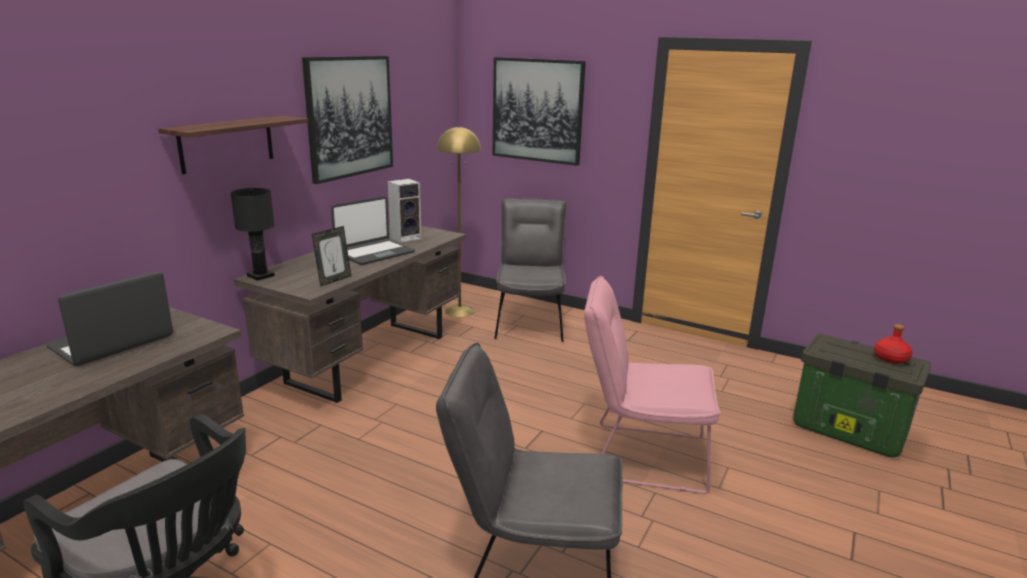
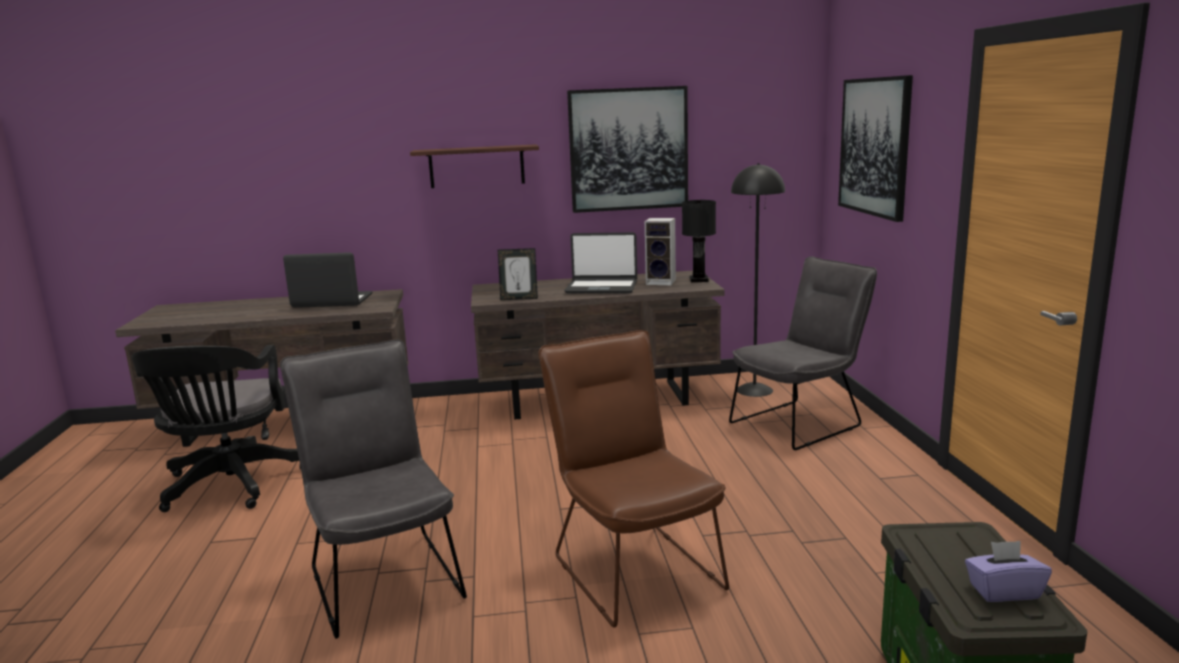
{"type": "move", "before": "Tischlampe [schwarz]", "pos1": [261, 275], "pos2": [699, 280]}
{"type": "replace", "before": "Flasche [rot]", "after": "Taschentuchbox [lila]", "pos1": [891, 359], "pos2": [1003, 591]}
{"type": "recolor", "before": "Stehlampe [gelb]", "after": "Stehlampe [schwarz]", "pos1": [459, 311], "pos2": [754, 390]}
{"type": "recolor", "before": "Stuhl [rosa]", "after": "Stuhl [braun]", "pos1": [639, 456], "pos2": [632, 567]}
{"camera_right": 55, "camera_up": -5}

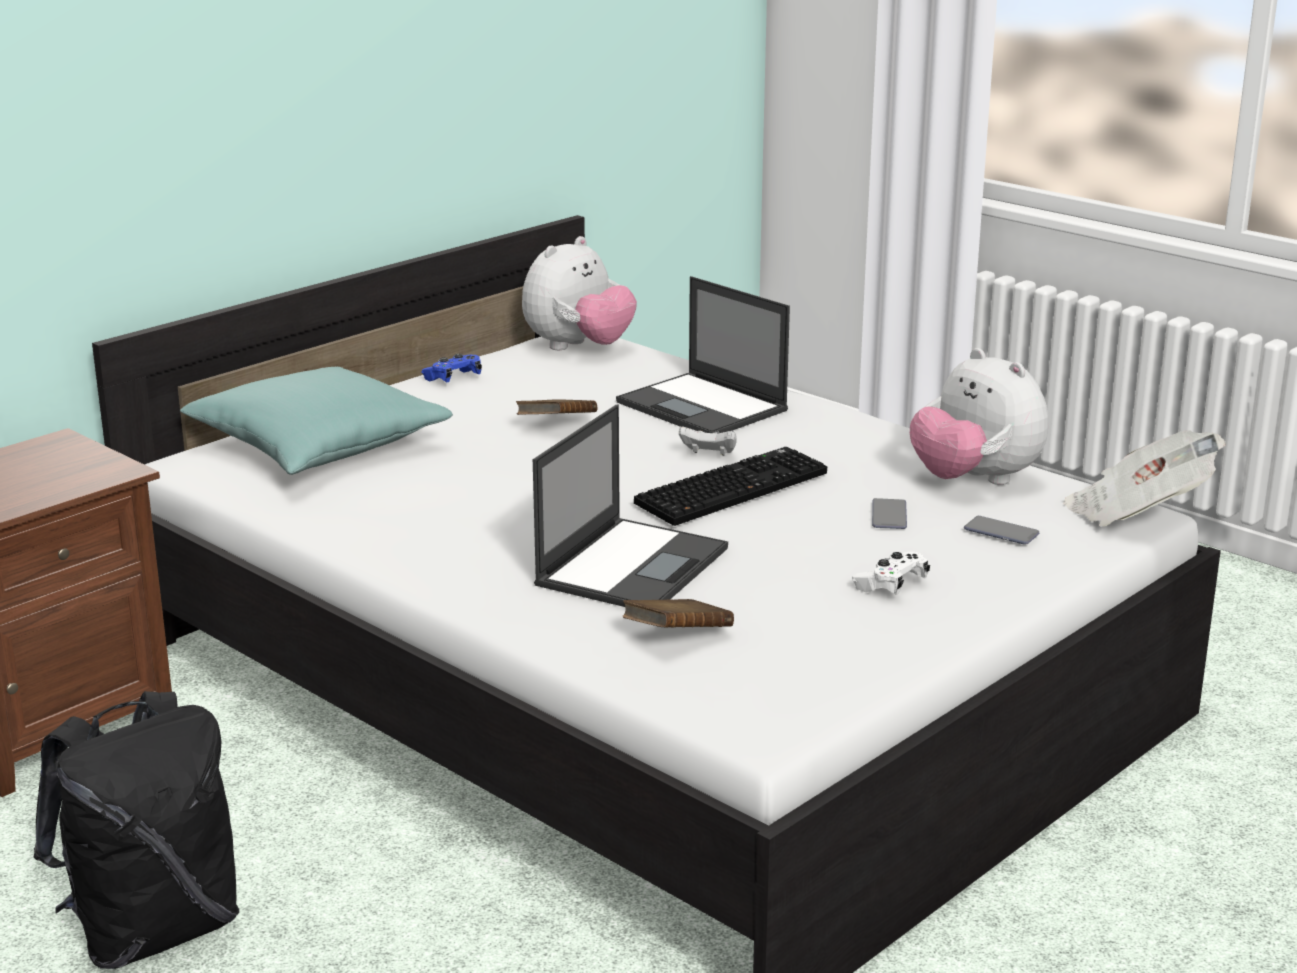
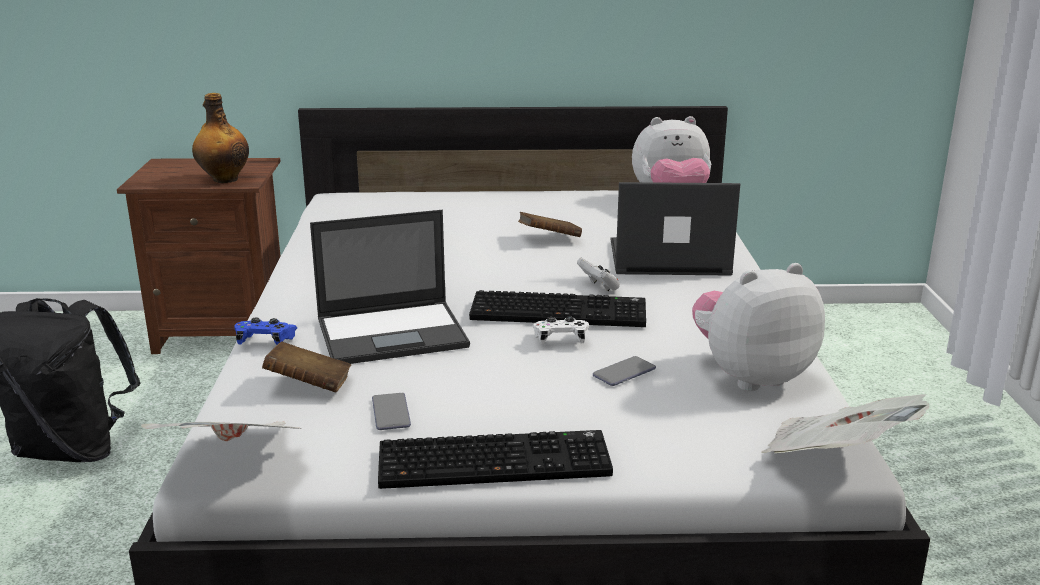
{"type": "delete", "before": "Kissen [türkis]", "pos1": [318, 448]}
{"type": "insert", "after": "Zeitung", "pos2": [234, 461]}
{"type": "insert", "after": "Flasche", "pos2": [224, 179]}
{"type": "insert", "after": "Tastatur", "pos2": [496, 460]}
{"type": "move", "before": "Gamepad [blau]", "pos1": [453, 378], "pos2": [266, 342]}
{"type": "move", "before": "Gamepad [weiß]", "pos1": [891, 585], "pos2": [560, 340]}
{"type": "move", "before": "Handy", "pos1": [1001, 532], "pos2": [391, 413]}
{"type": "rotate", "before": "Laptop", "pos1": [703, 407], "pos2": [667, 258], "turn": 90}
{"type": "rotate", "before": "Plüschtier", "pos1": [974, 481], "pos2": [750, 376], "turn": 60}
{"camera_right": 45, "camera_up": 0}

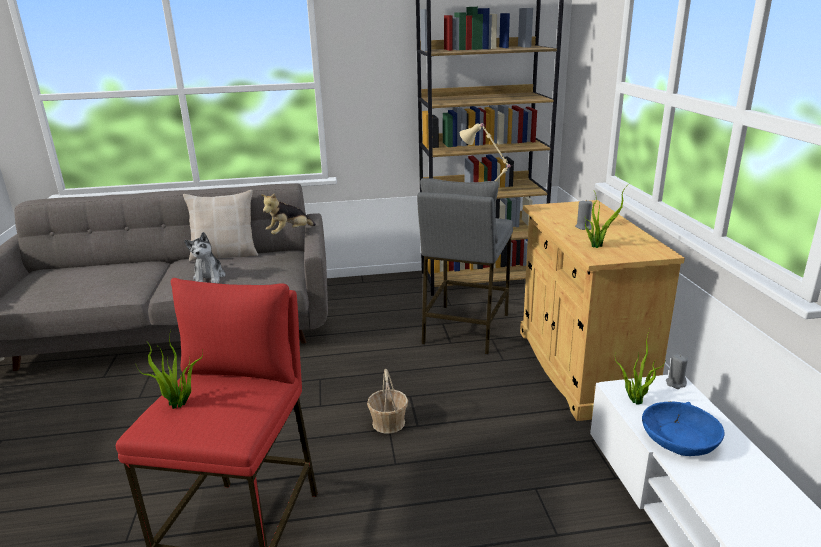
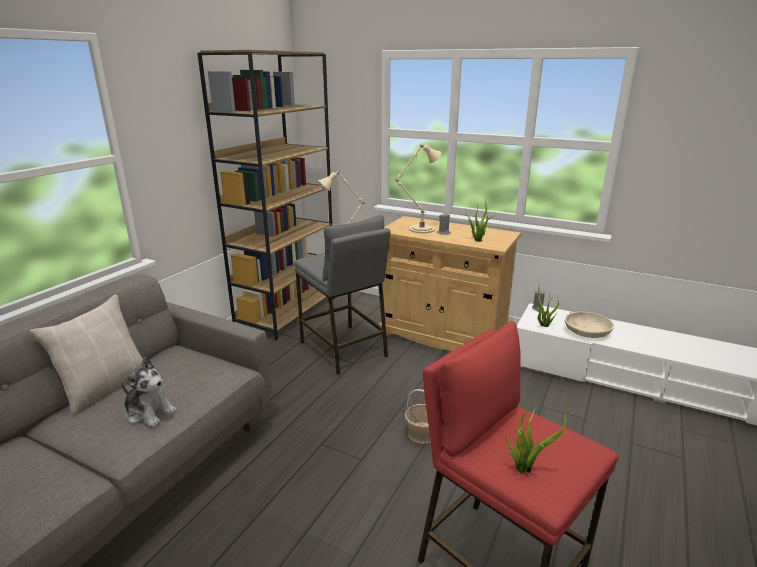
{"type": "delete", "before": "Plüschtier", "pos1": [289, 233]}
{"type": "insert", "after": "Tischlampe [beige]", "pos2": [419, 229]}
{"type": "recolor", "before": "Schüssel [blau]", "after": "Schüssel [beige]", "pos1": [679, 438], "pos2": [586, 331]}
{"camera_right": -55, "camera_up": 0}

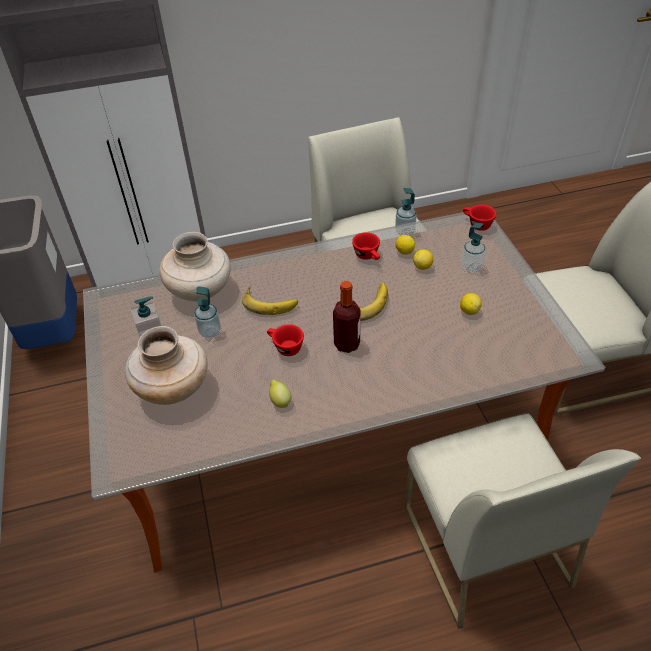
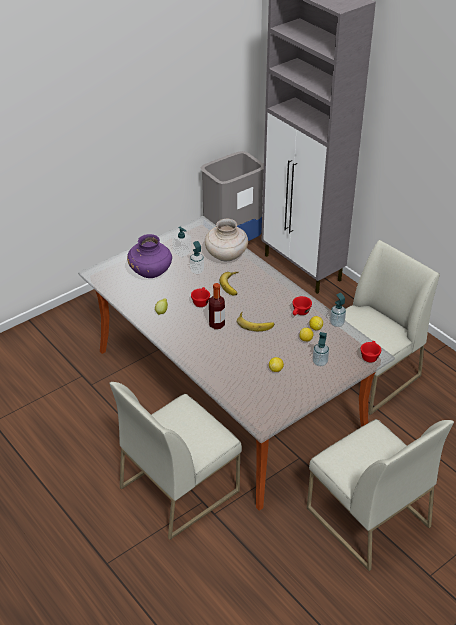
{"type": "recolor", "before": "Vase [beige]", "after": "Vase [lila]", "pos1": [173, 388], "pos2": [151, 272]}
{"camera_right": 65, "camera_up": -5}

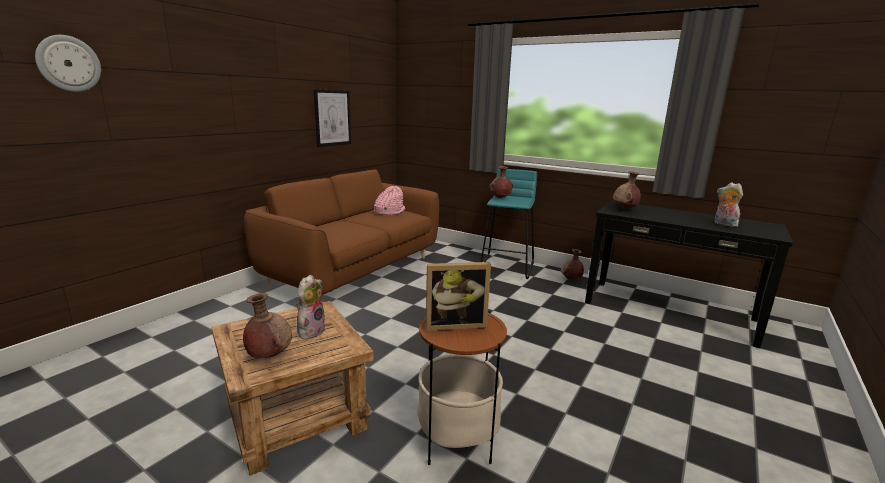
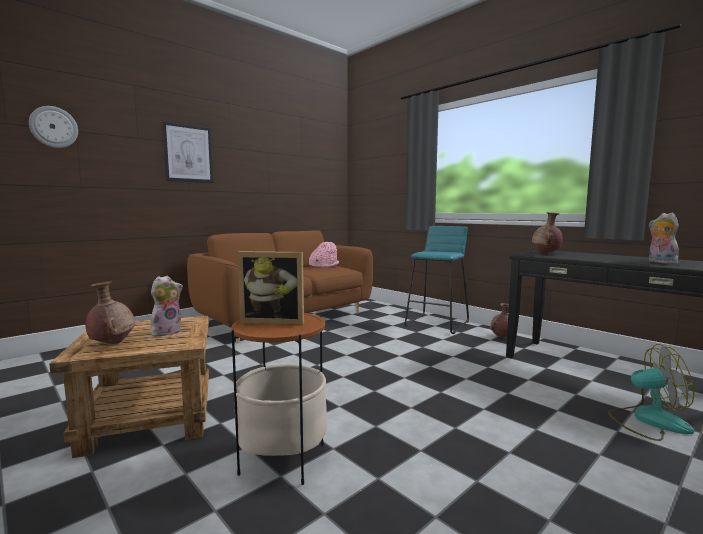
{"type": "delete", "before": "Vase [braun]", "pos1": [500, 198]}
{"type": "insert", "after": "Ventilator", "pos2": [648, 421]}
{"type": "move", "before": "Bild", "pos1": [332, 118], "pos2": [188, 153]}
{"camera_right": 15, "camera_up": -10}

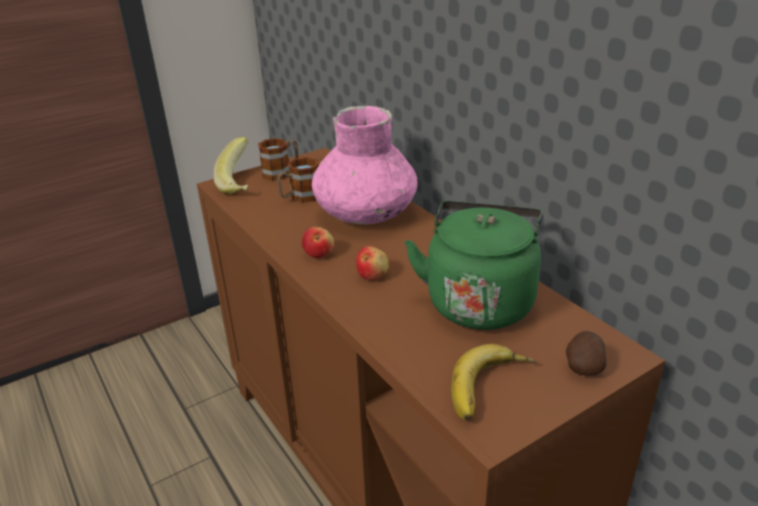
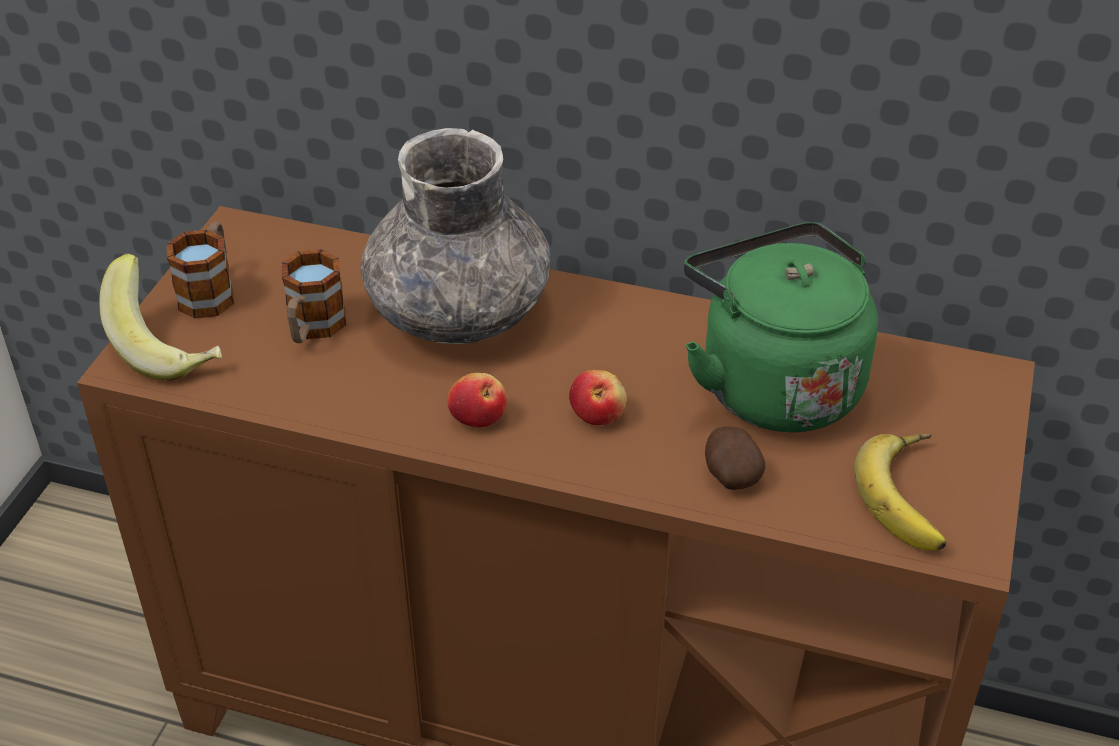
{"type": "move", "before": "Kartoffel", "pos1": [583, 366], "pos2": [730, 475]}
{"type": "recolor", "before": "Vase [rosa]", "after": "Vase [grau]", "pos1": [365, 214], "pos2": [459, 313]}
{"camera_right": -40, "camera_up": 10}

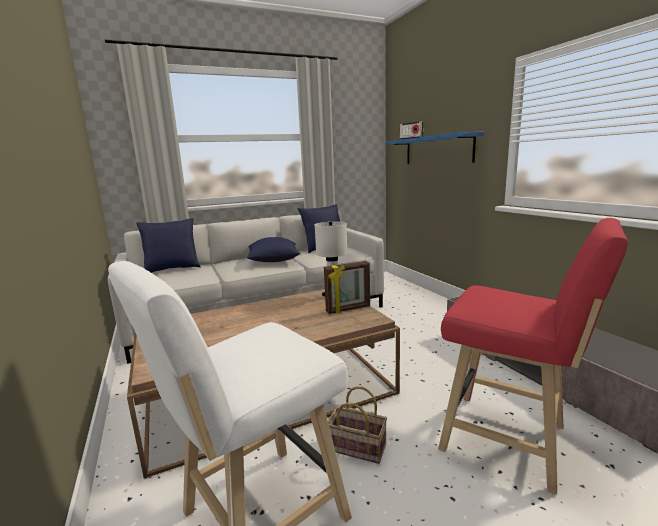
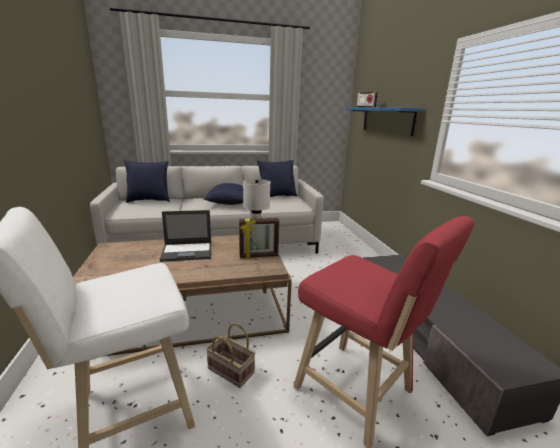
{"type": "insert", "after": "Laptop", "pos2": [188, 251]}
{"camera_right": 10, "camera_up": 5}

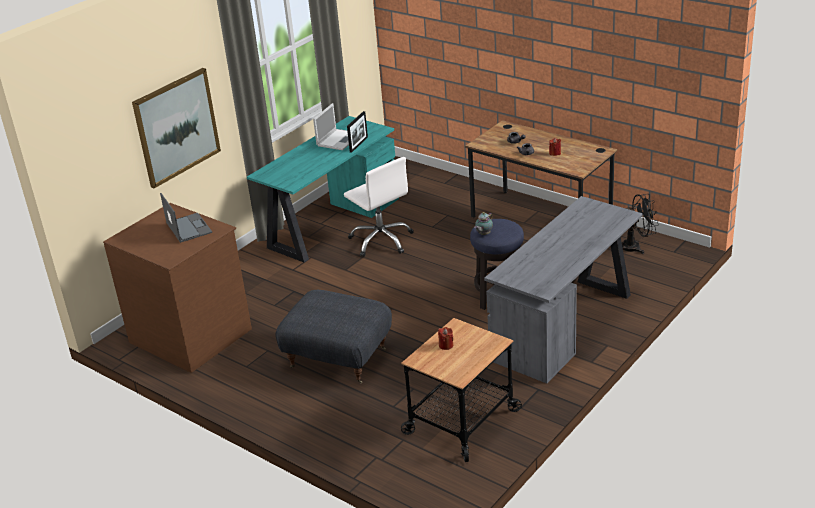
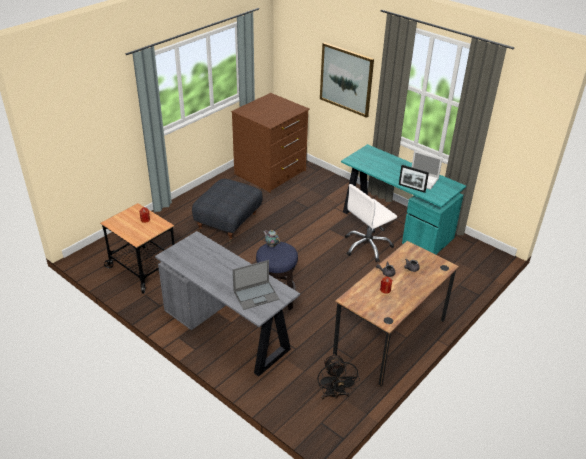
{"type": "move", "before": "Laptop", "pos1": [188, 227], "pos2": [256, 295]}
{"camera_right": 90, "camera_up": 5}

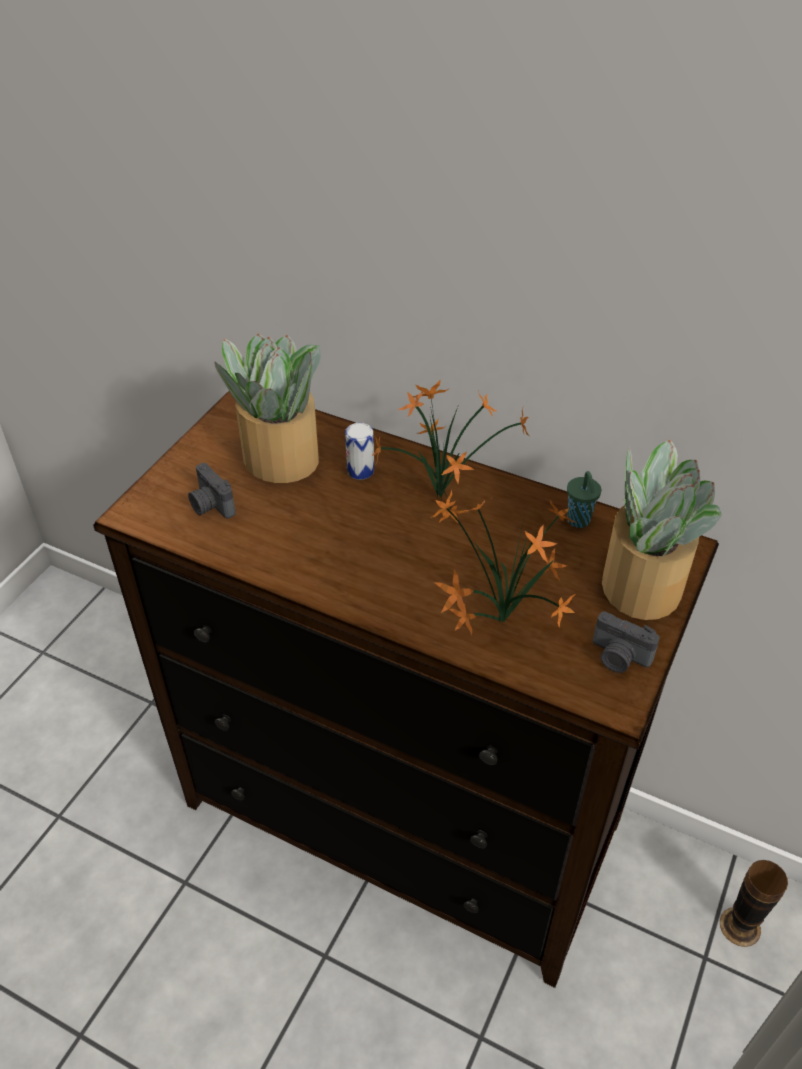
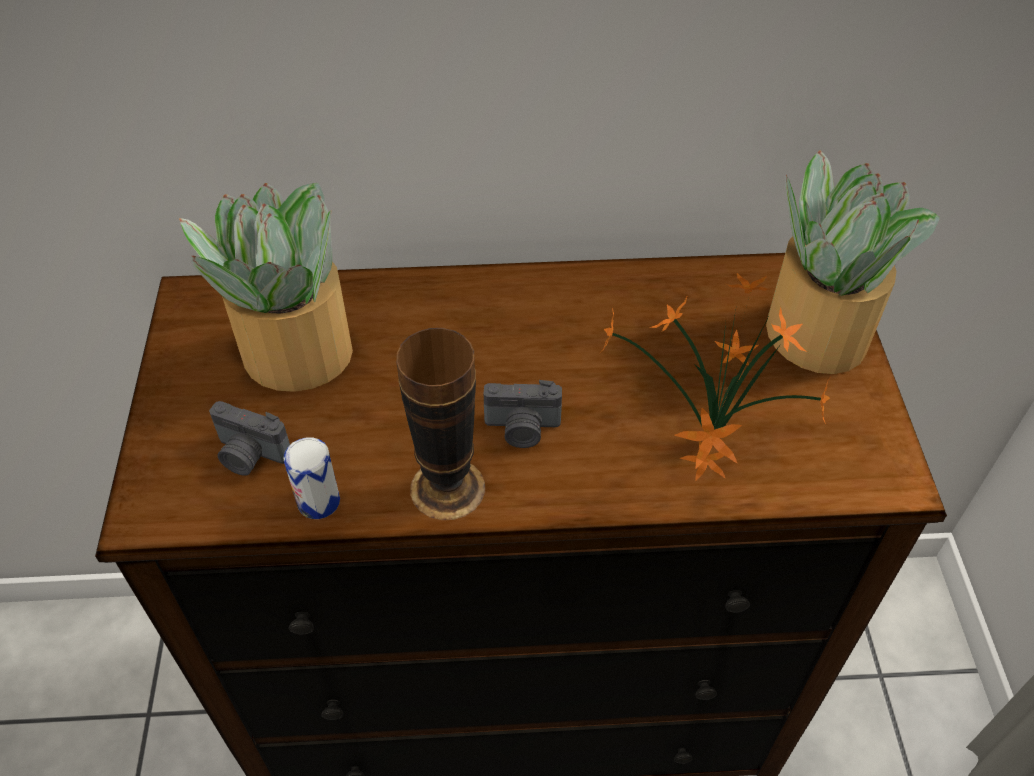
{"type": "delete", "before": "Topfpflanze", "pos1": [440, 495]}
{"type": "delete", "before": "Tasse [grün]", "pos1": [579, 521]}
{"type": "move", "before": "Dose", "pos1": [360, 470], "pos2": [318, 501]}
{"type": "move", "before": "Kamera", "pos1": [618, 657], "pos2": [522, 429]}
{"type": "move", "before": "Vase", "pos1": [740, 926], "pos2": [447, 488]}
{"camera_right": -30, "camera_up": 5}

